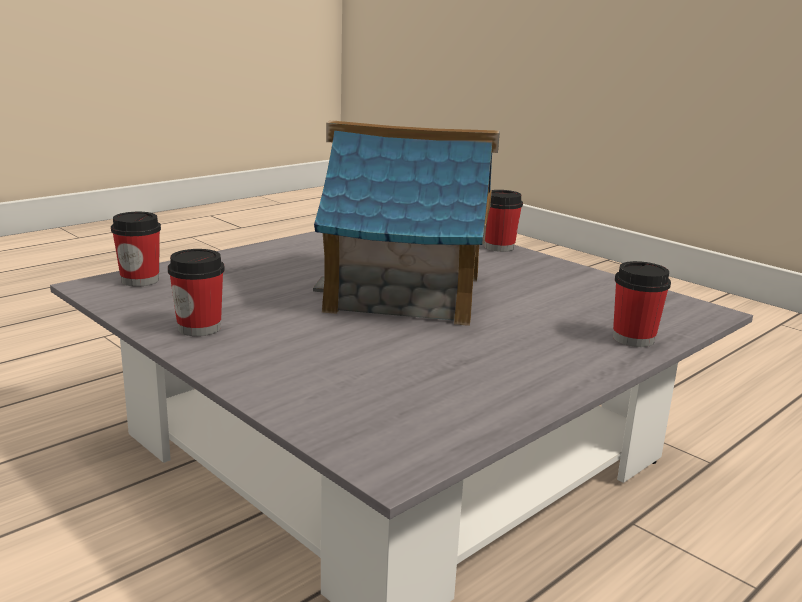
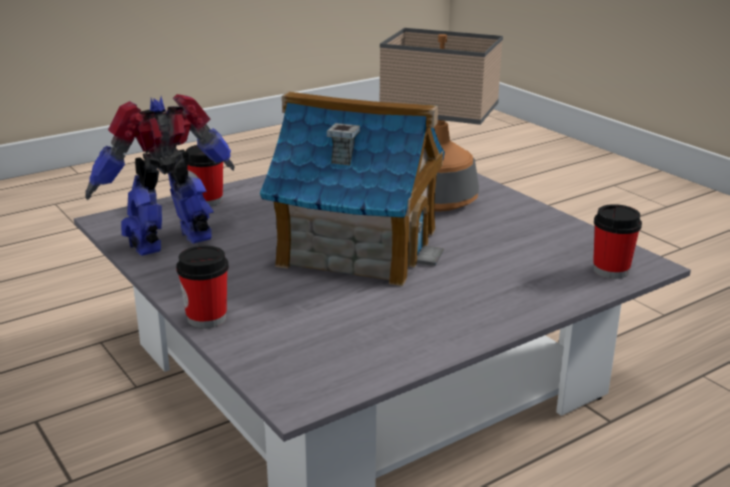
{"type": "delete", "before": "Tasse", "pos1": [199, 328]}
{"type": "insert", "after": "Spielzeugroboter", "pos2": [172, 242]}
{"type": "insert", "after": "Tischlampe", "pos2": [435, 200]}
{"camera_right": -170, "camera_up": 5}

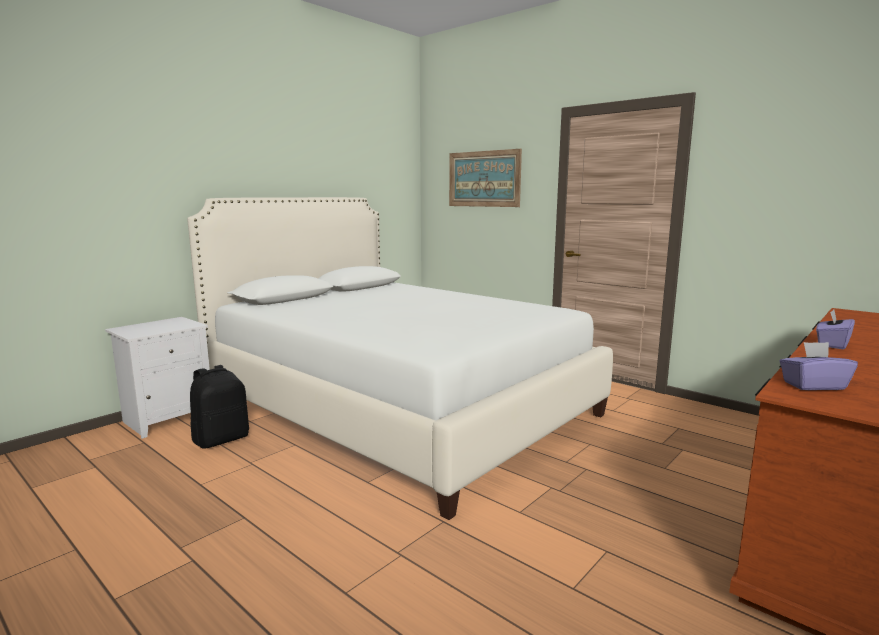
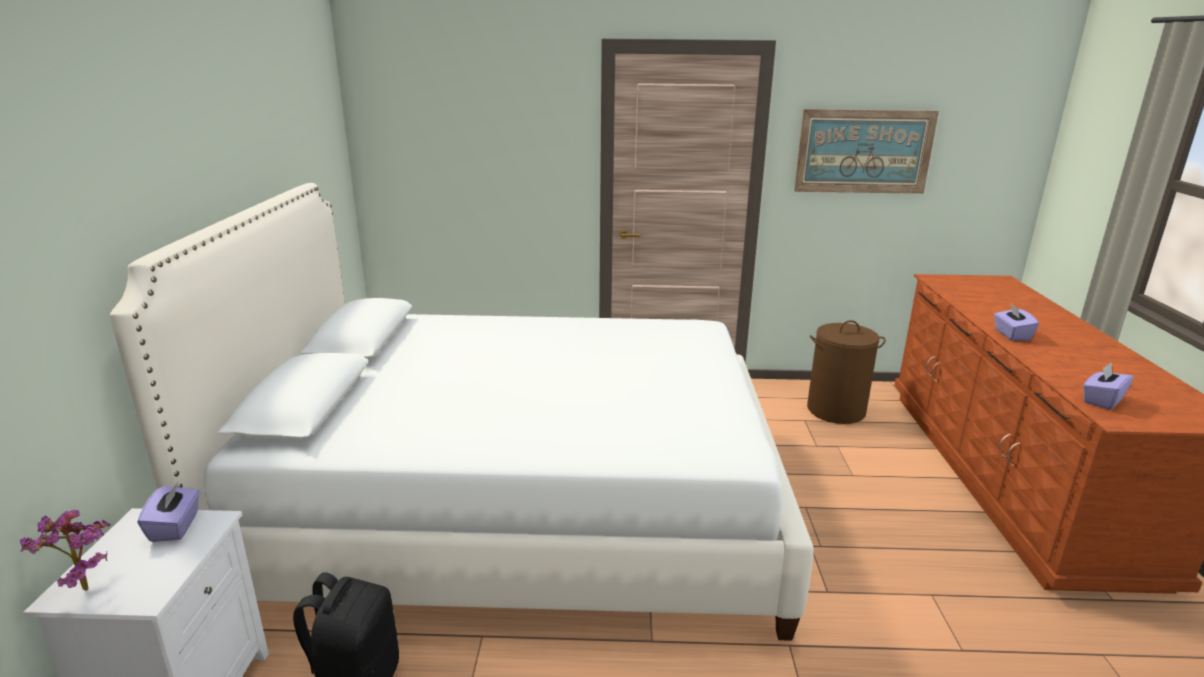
{"type": "insert", "after": "Topfpflanze", "pos2": [80, 587]}
{"type": "insert", "after": "Taschentuchbox [lila]", "pos2": [176, 527]}
{"type": "insert", "after": "Wäschekorb [braun]", "pos2": [835, 410]}
{"type": "move", "before": "Bild", "pos1": [484, 179], "pos2": [863, 151]}
{"camera_right": -40, "camera_up": 10}

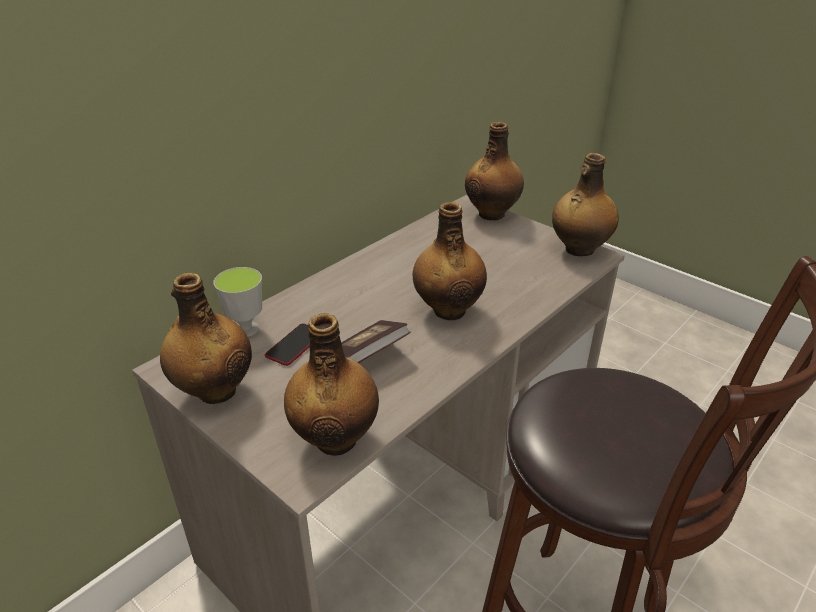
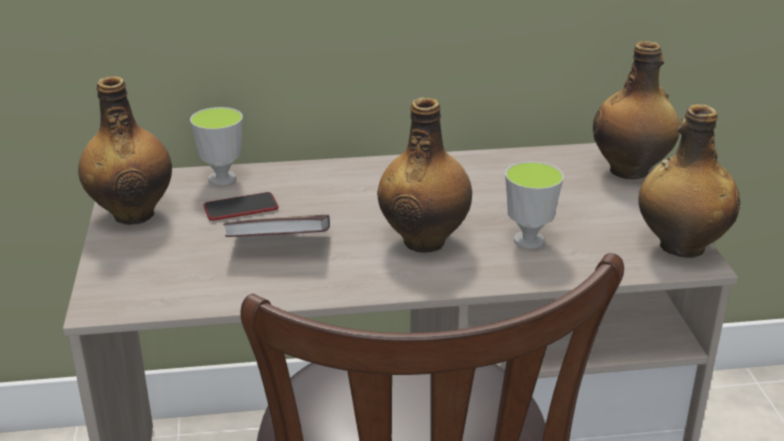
{"type": "delete", "before": "Flasche", "pos1": [336, 438]}
{"type": "insert", "after": "Tasse", "pos2": [529, 240]}
{"camera_right": 40, "camera_up": -5}

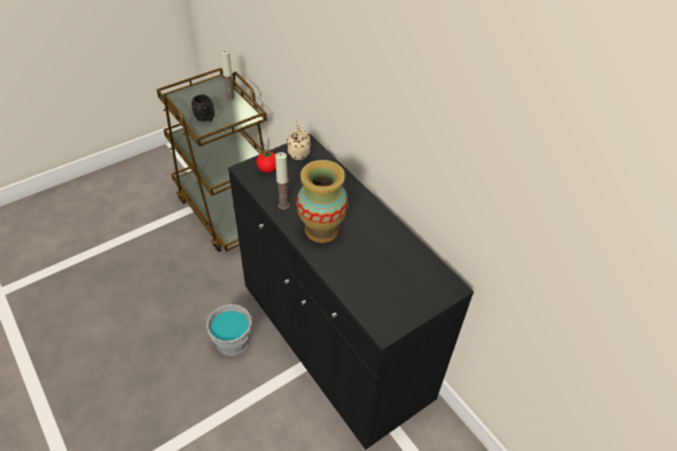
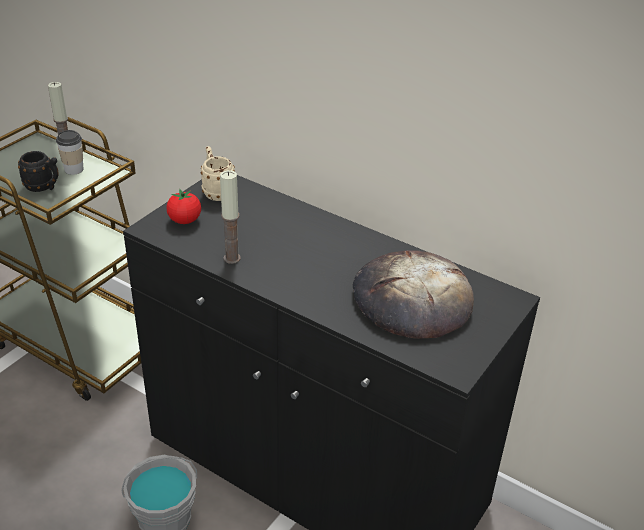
{"type": "delete", "before": "Vase", "pos1": [321, 230]}
{"type": "insert", "after": "Tasse", "pos2": [74, 169]}
{"type": "insert", "after": "Brot", "pos2": [412, 300]}
{"camera_right": -20, "camera_up": -10}

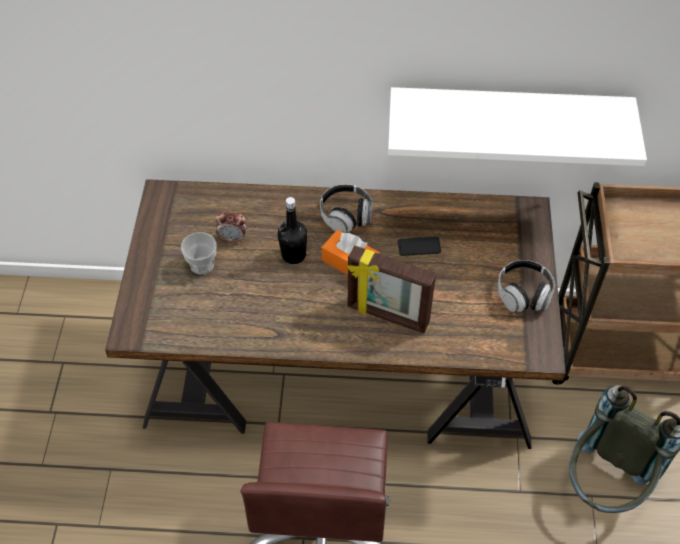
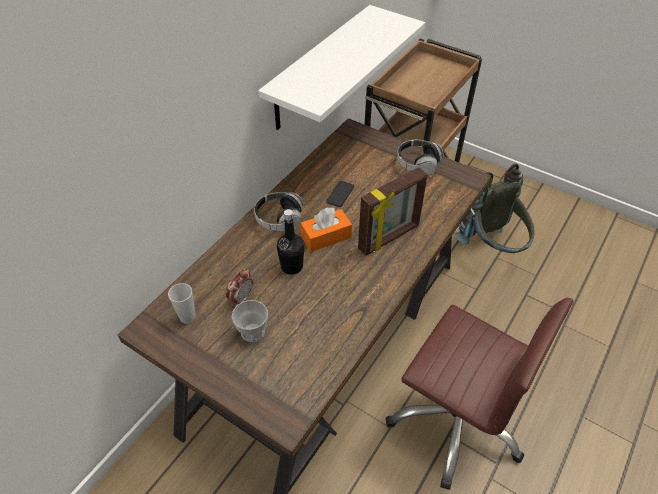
{"type": "insert", "after": "Tasse", "pos2": [187, 317]}
{"camera_right": -60, "camera_up": -5}

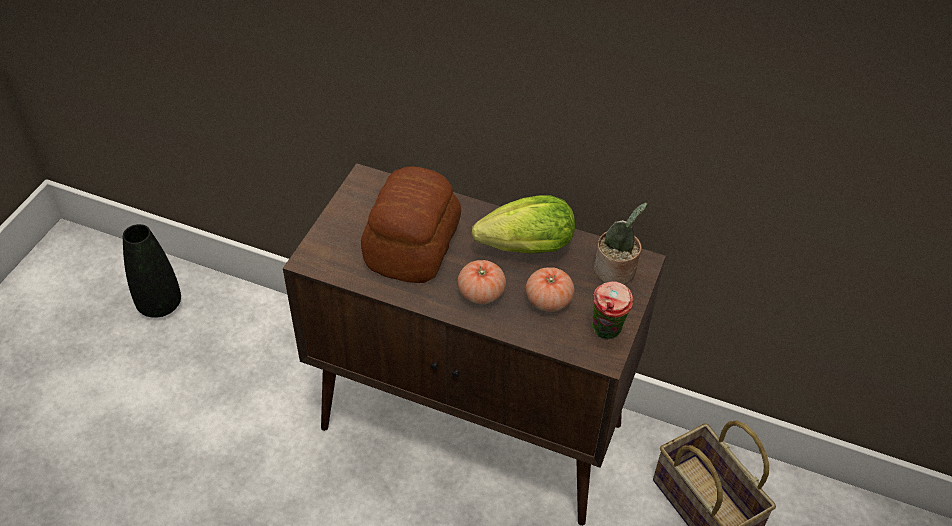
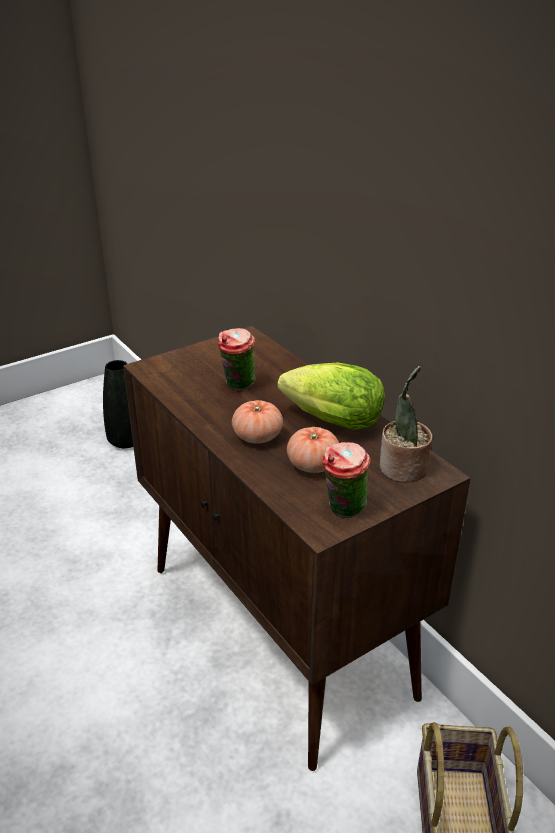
{"type": "replace", "before": "Brot", "after": "Tasse", "pos1": [414, 245], "pos2": [238, 387]}
{"camera_right": 35, "camera_up": -15}

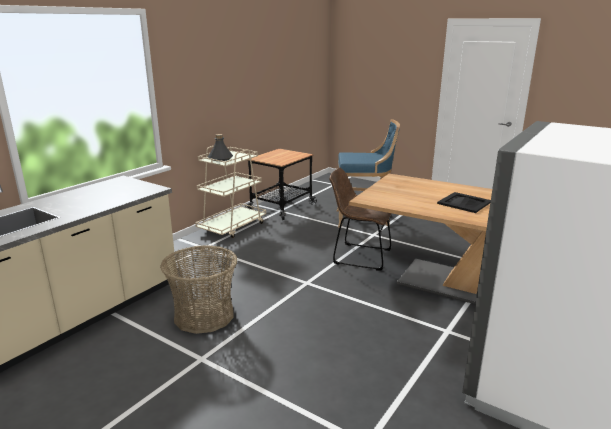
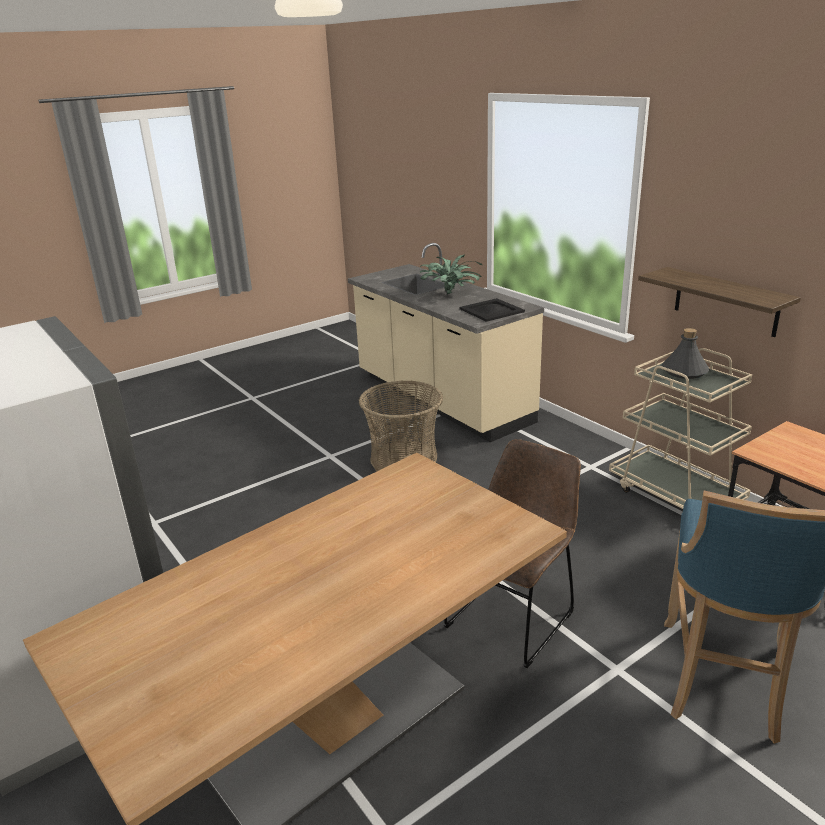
{"type": "insert", "after": "Topfpflanze", "pos2": [451, 294]}
{"type": "insert", "after": "Wandregal", "pos2": [726, 301]}
{"type": "move", "before": "Tablett [schwarz]", "pos1": [465, 203], "pos2": [491, 310]}
{"camera_right": 110, "camera_up": 5}

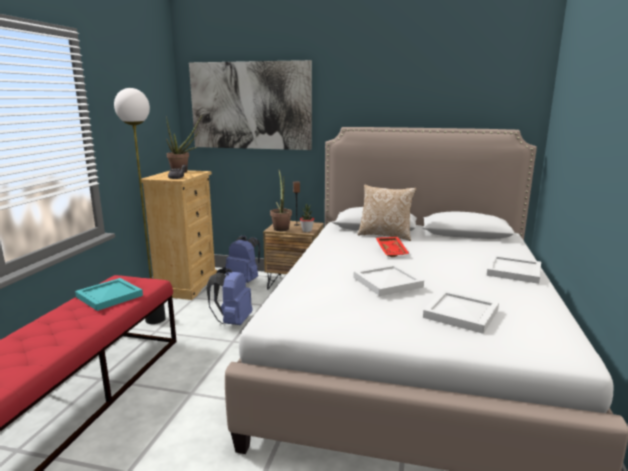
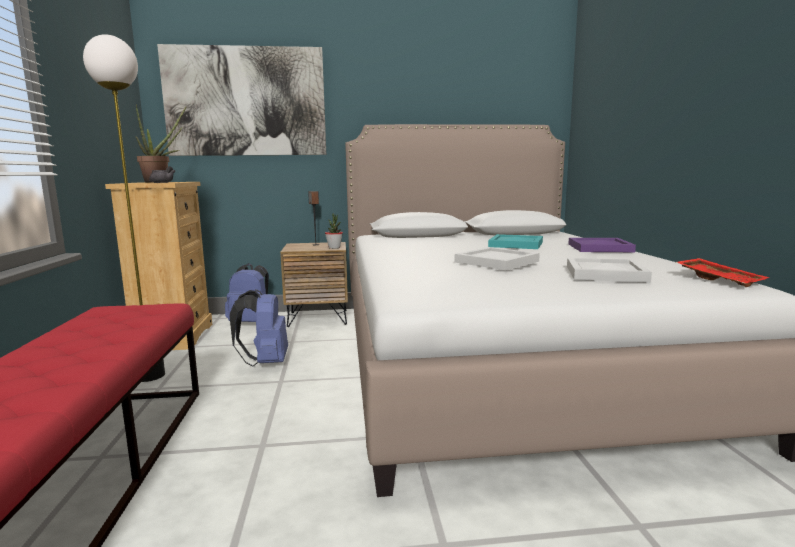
{"type": "delete", "before": "Topfpflanze", "pos1": [281, 228]}
{"type": "delete", "before": "Kissen", "pos1": [385, 235]}
{"type": "move", "before": "Tablett [türkis]", "pos1": [110, 296], "pos2": [515, 244]}
{"type": "move", "before": "Tablett [rot]", "pos1": [392, 251], "pos2": [720, 280]}
{"type": "recolor", "before": "Tablett [weiß]", "after": "Tablett [lila]", "pos1": [513, 271], "pos2": [599, 248]}
{"camera_right": -20, "camera_up": -5}

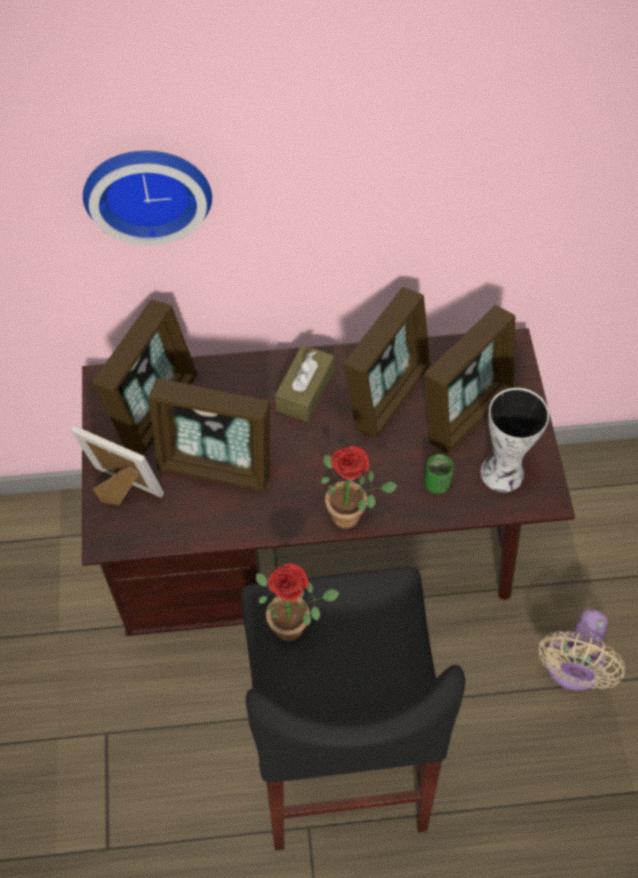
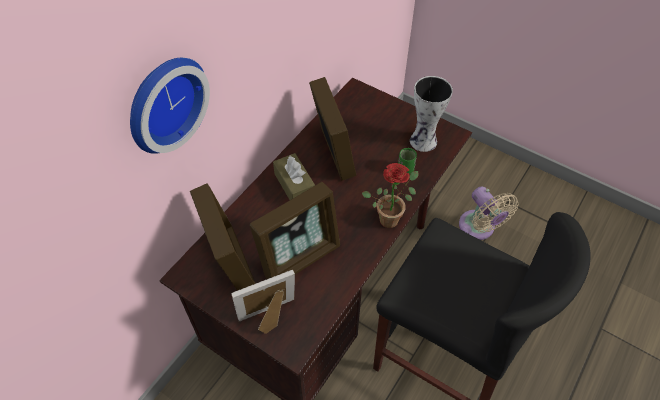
{"type": "delete", "before": "Topfpflanze", "pos1": [295, 625]}
{"type": "delete", "before": "Bilderrahmen", "pos1": [465, 410]}
{"camera_right": -50, "camera_up": -5}

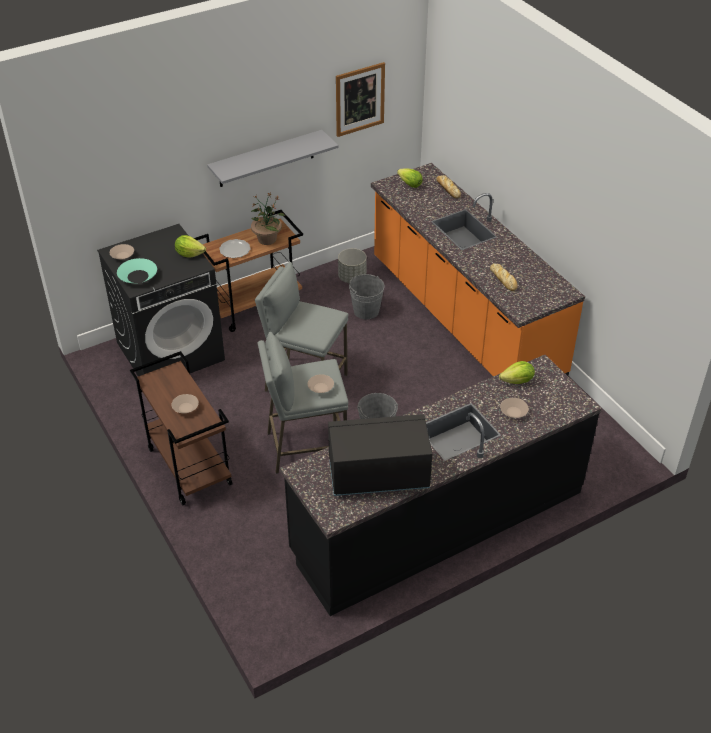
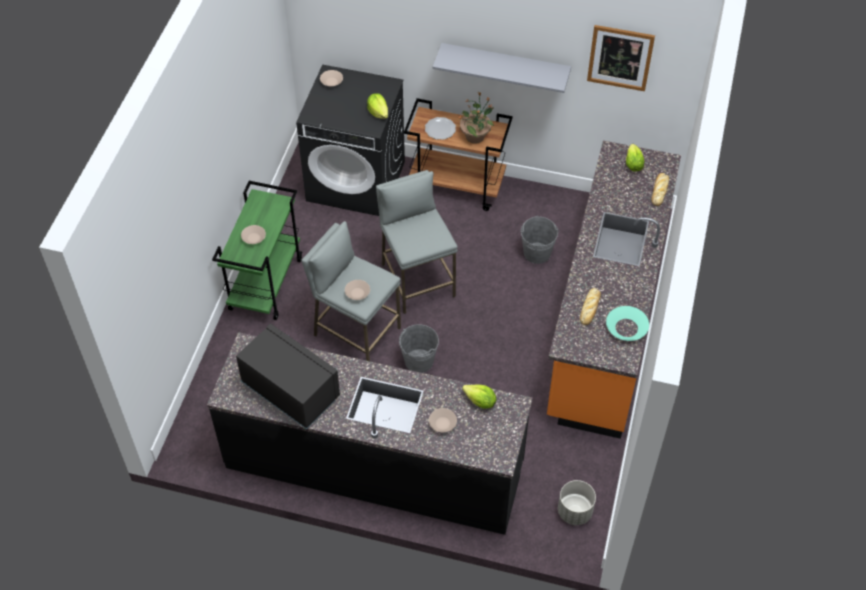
{"type": "move", "before": "Schüssel [türkis]", "pos1": [137, 276], "pos2": [626, 327]}
{"type": "move", "before": "Pflanzkübel [grau]", "pos1": [352, 278], "pos2": [574, 511]}
{"type": "recolor", "before": "Rollwagen [braun]", "after": "Rollwagen [grün]", "pos1": [188, 466], "pos2": [265, 283]}
{"camera_right": 45, "camera_up": 10}

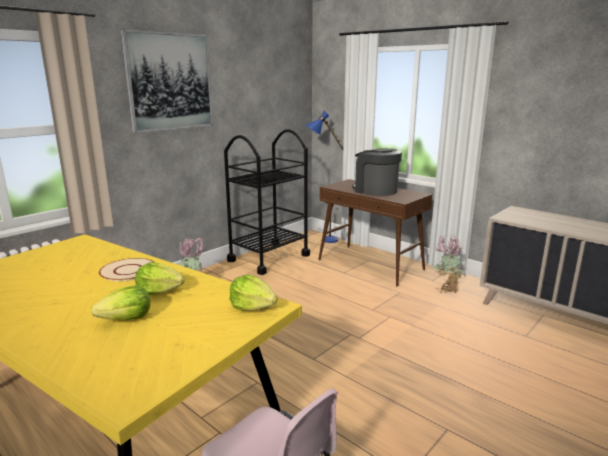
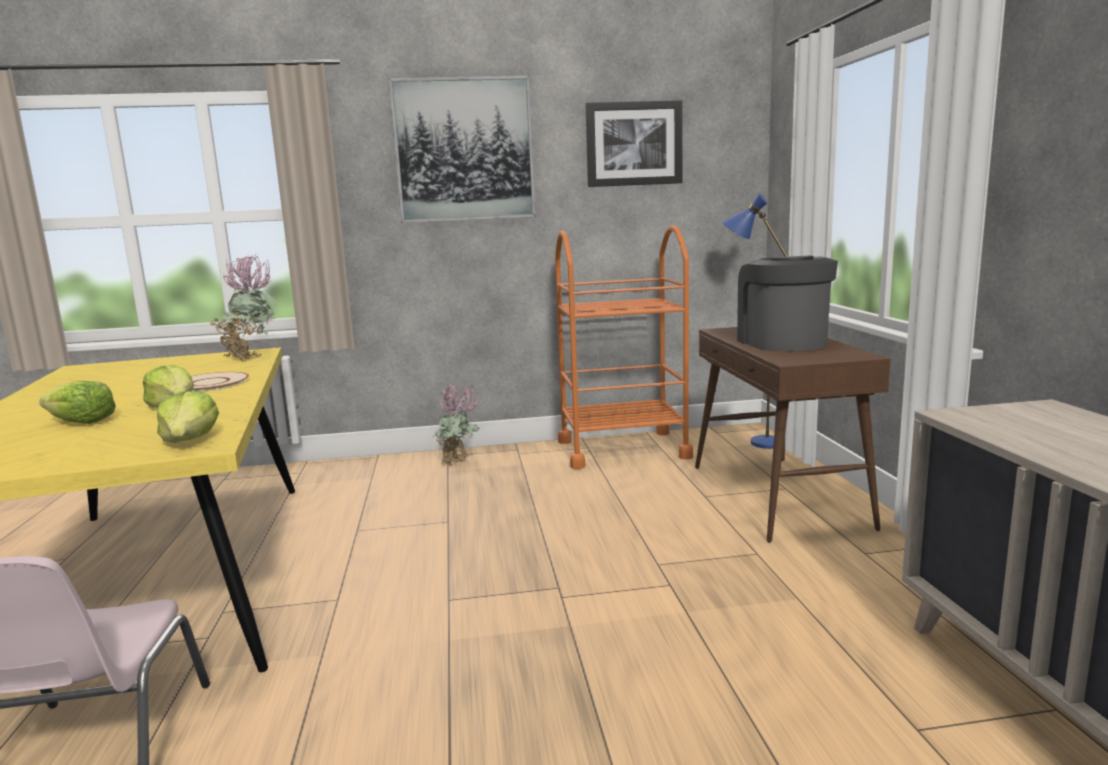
{"type": "insert", "after": "Bild", "pos2": [634, 144]}
{"type": "move", "before": "Topfpflanze", "pos1": [446, 289], "pos2": [251, 357]}
{"type": "recolor", "before": "Rollwagen [schwarz]", "after": "Rollwagen [orange]", "pos1": [269, 258], "pos2": [622, 449]}
{"camera_right": 40, "camera_up": -5}

